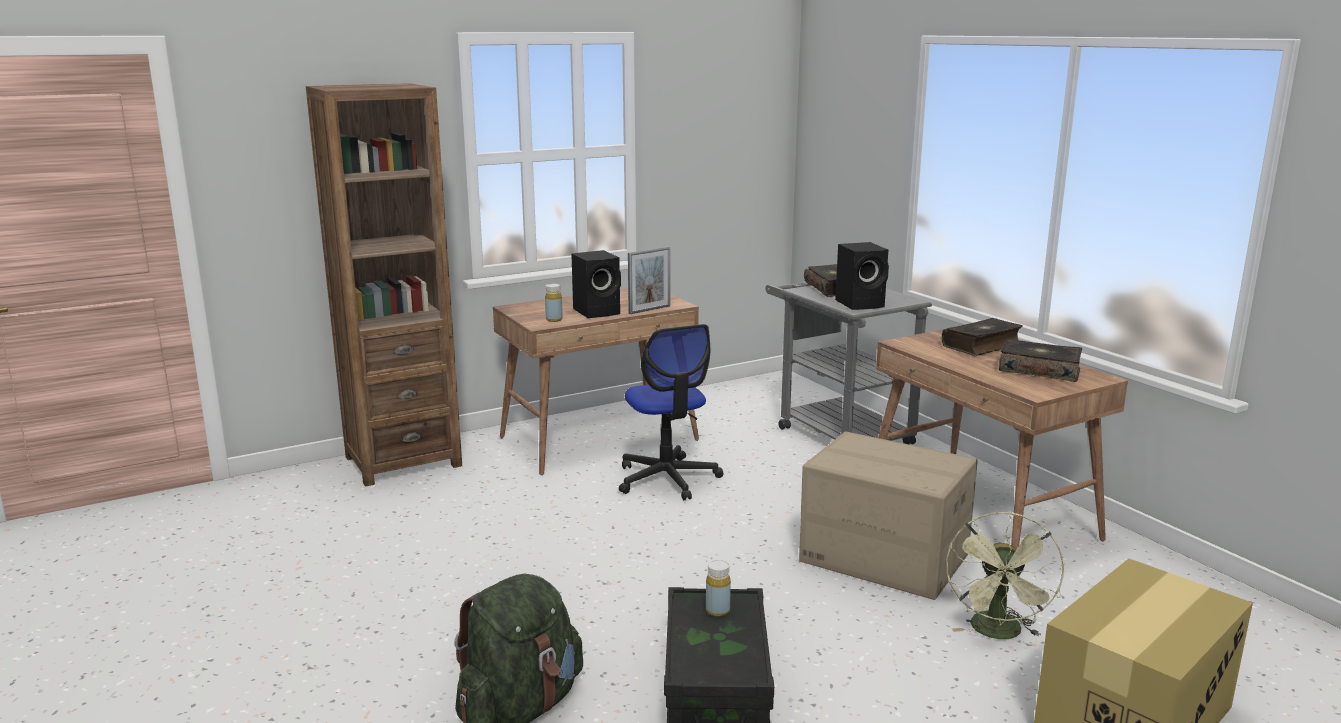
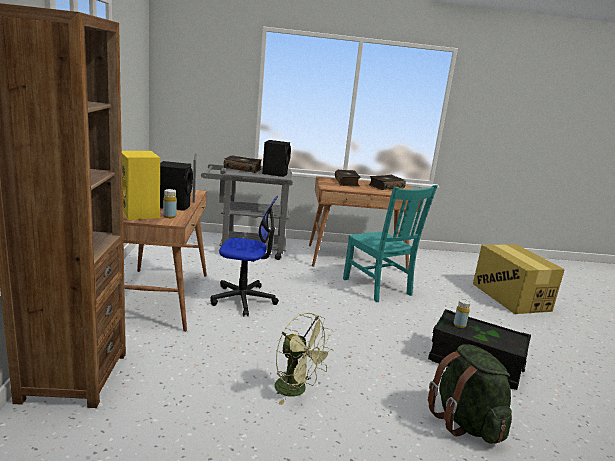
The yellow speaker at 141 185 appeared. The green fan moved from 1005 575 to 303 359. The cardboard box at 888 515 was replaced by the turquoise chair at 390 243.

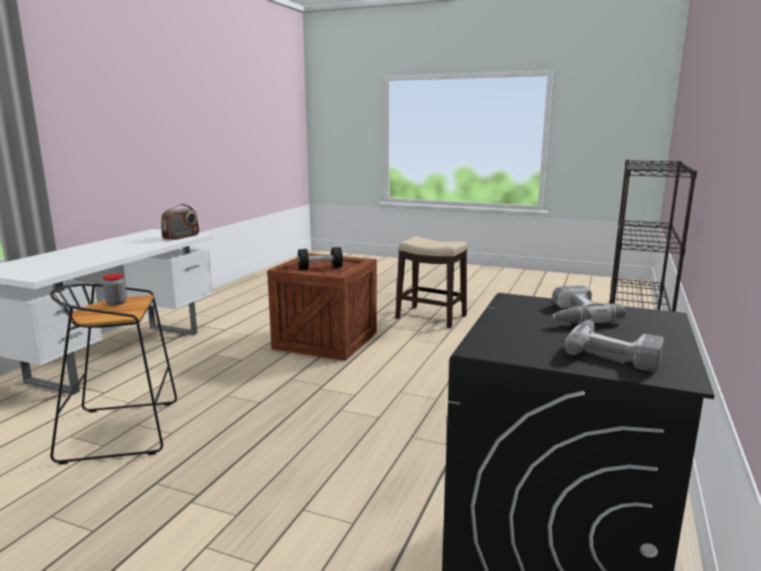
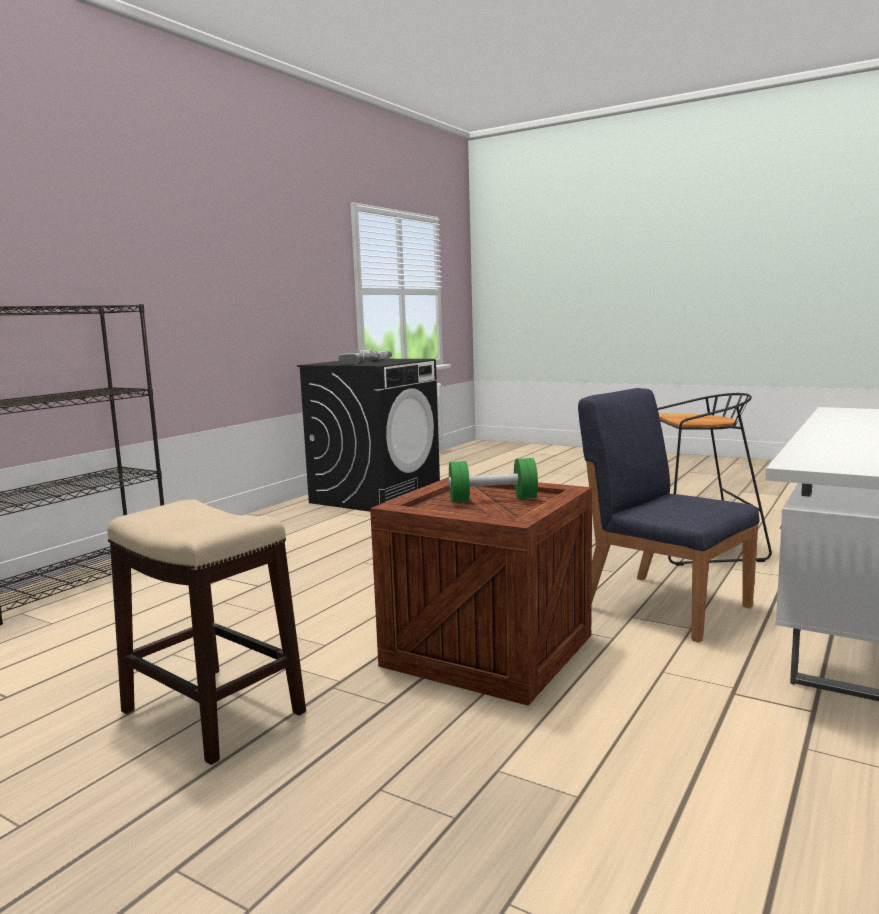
The jar at 115 290 disappeared. The radio at 180 222 disappeared. The blue chair at 669 515 appeared. The black dumbbell at 320 258 became the green dumbbell at 493 480.

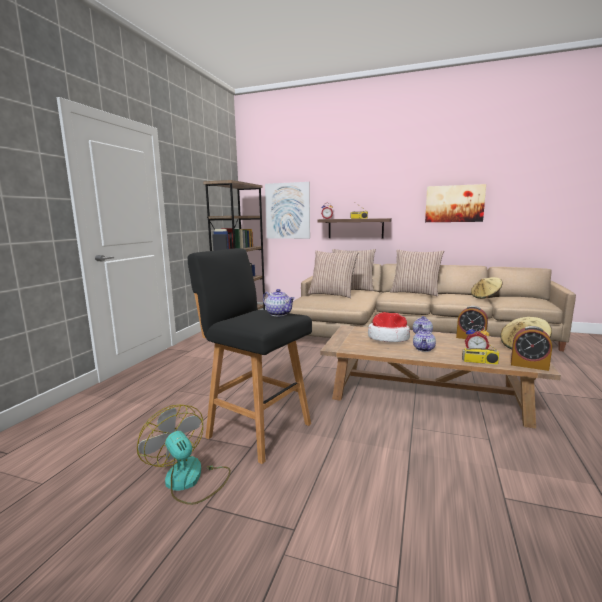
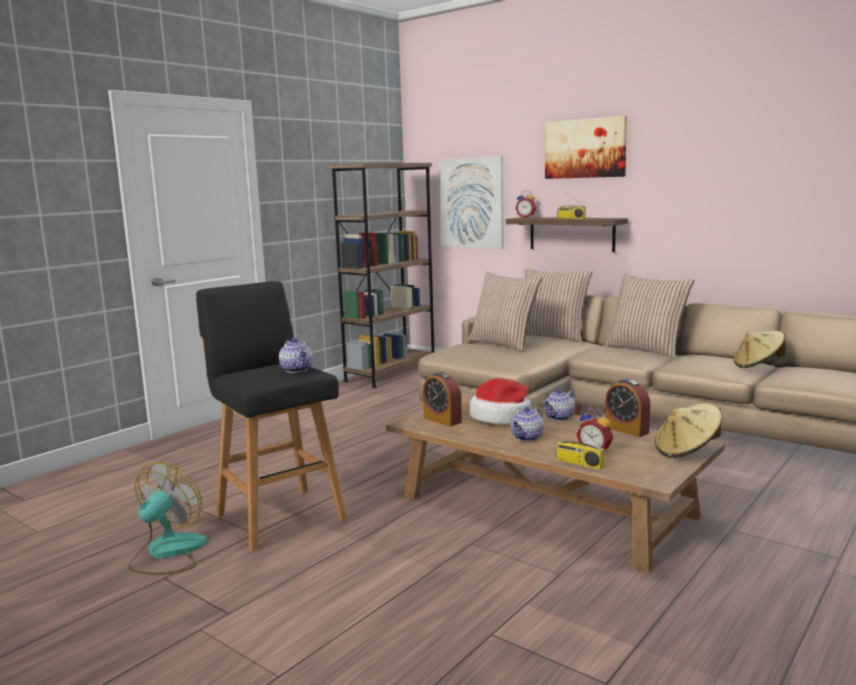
The picture moved from 455 203 to 586 147. The alarm clock moved from 531 348 to 442 399. The fan at 184 454 turned 45 degrees clockwise.

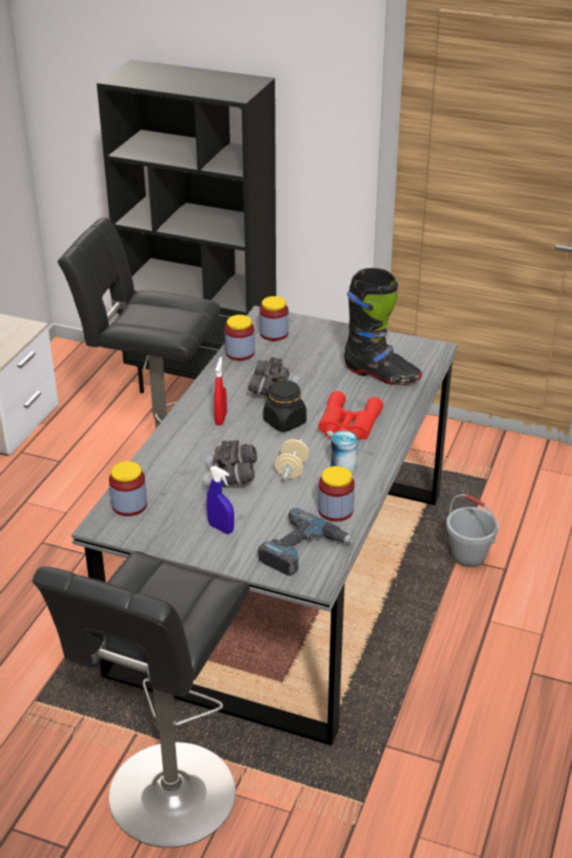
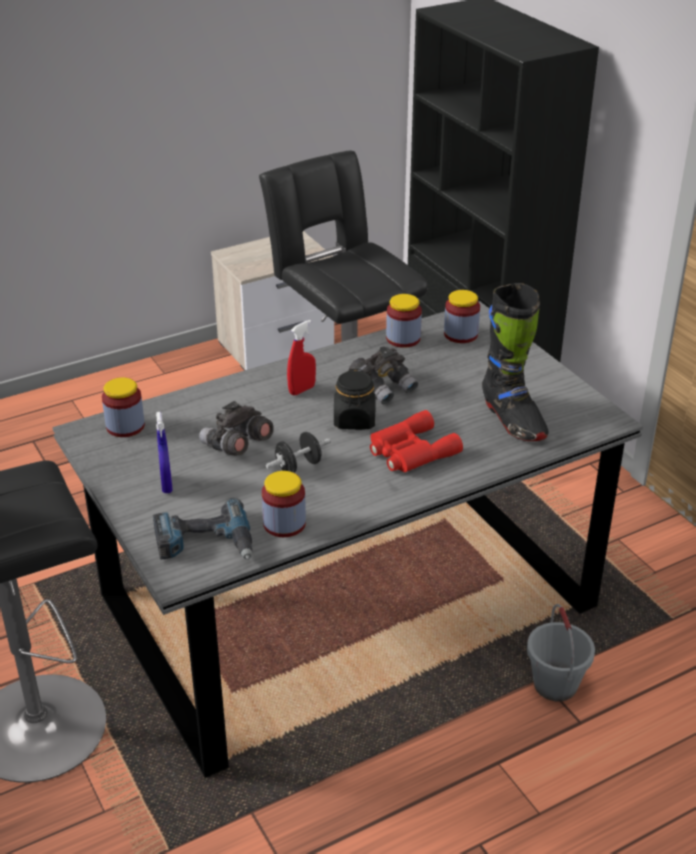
The can at 344 451 disappeared. The beige dumbbell at 292 459 became the black dumbbell at 298 452.

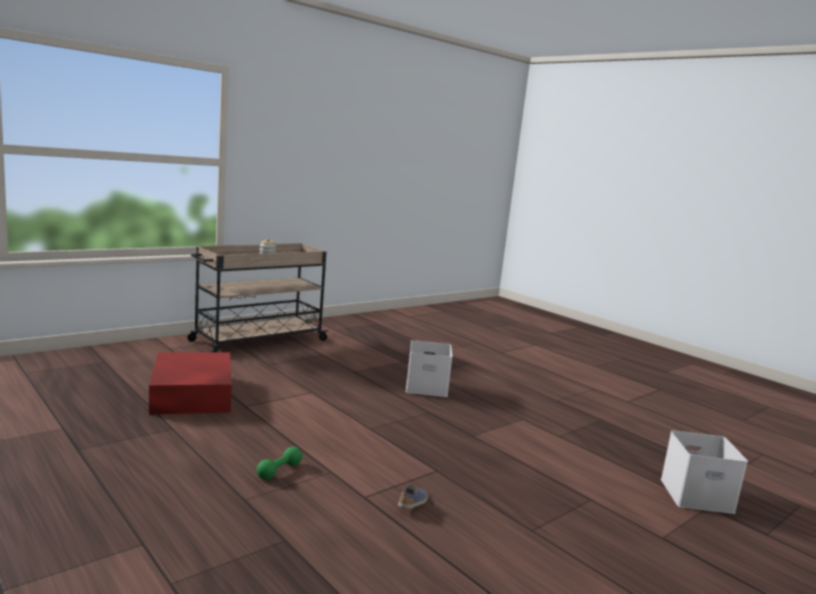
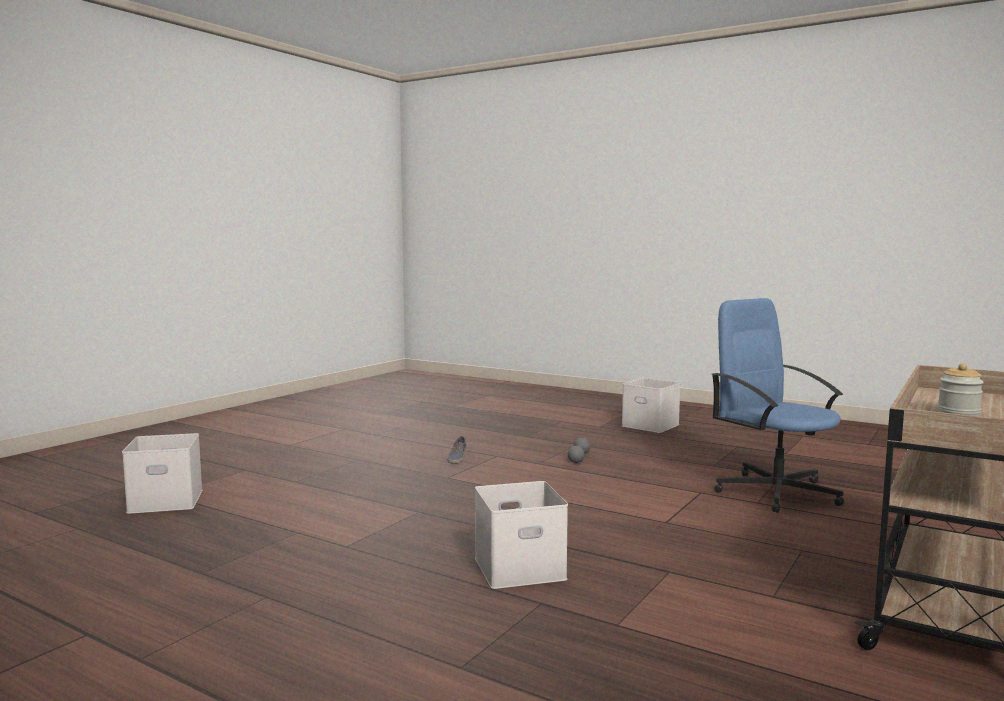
The white storage box at 651 405 appeared. The red storage box at 190 383 was replaced by the blue office chair at 778 405. The green dumbbell at 279 463 became the grey dumbbell at 578 450.

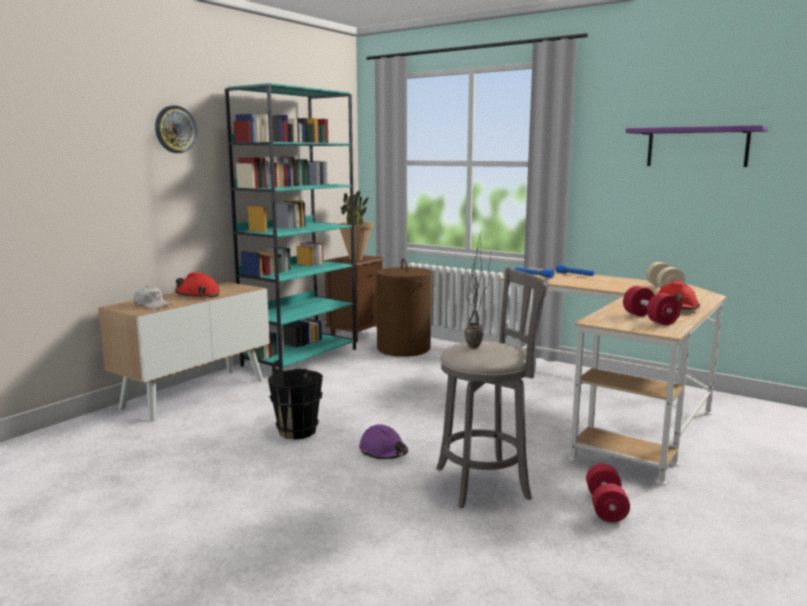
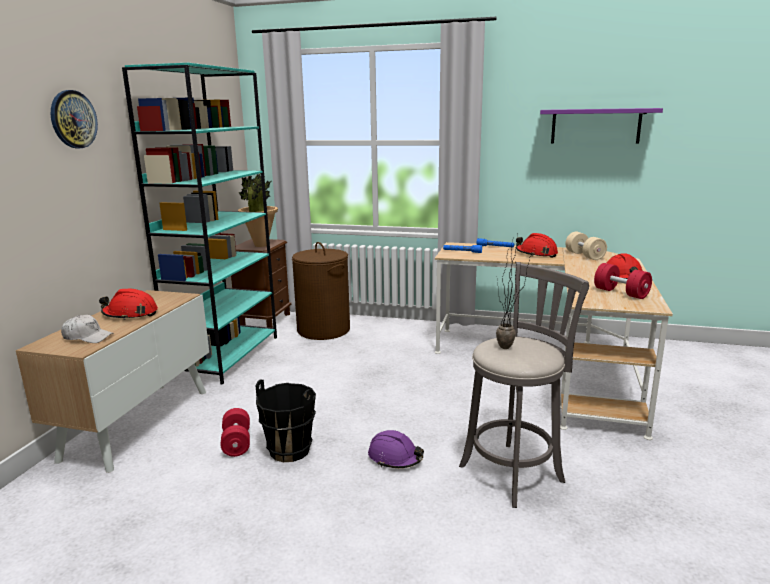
The red hard hat at 537 245 appeared. The red dumbbell moved from 608 493 to 235 432.

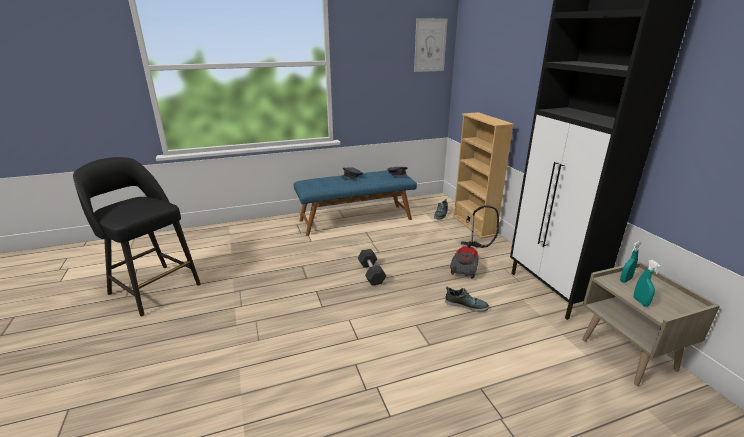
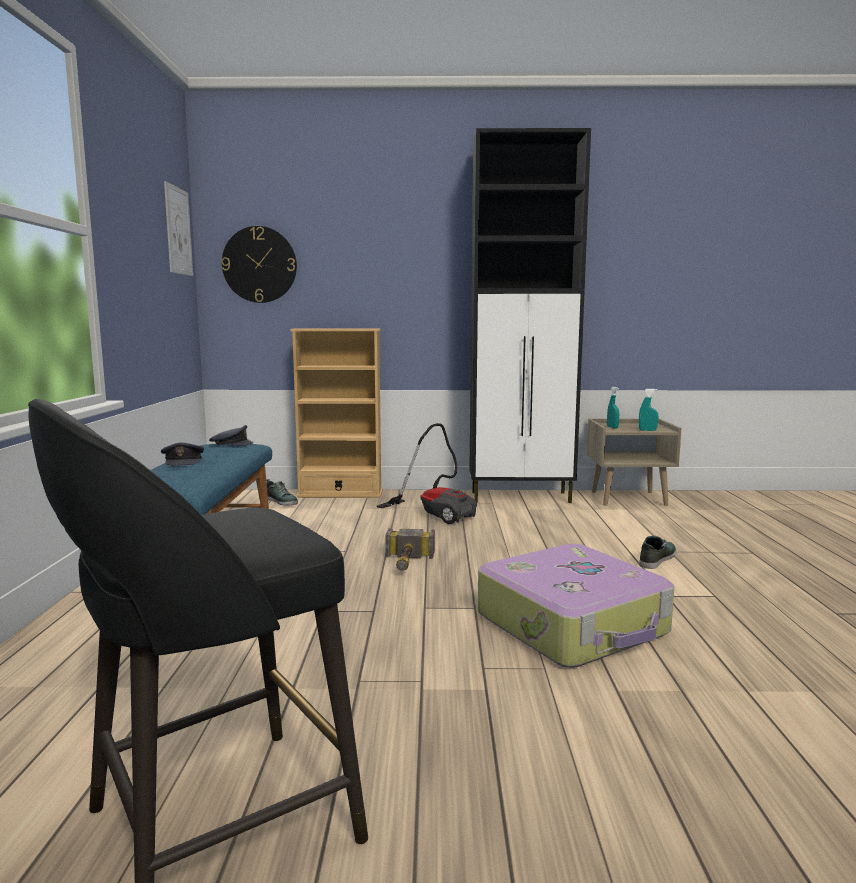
The wall clock at 259 264 appeared. The suitcase at 576 606 appeared. The shoe moved from 467 299 to 657 552. The grey dumbbell at 372 267 was replaced by the hammer at 410 549.

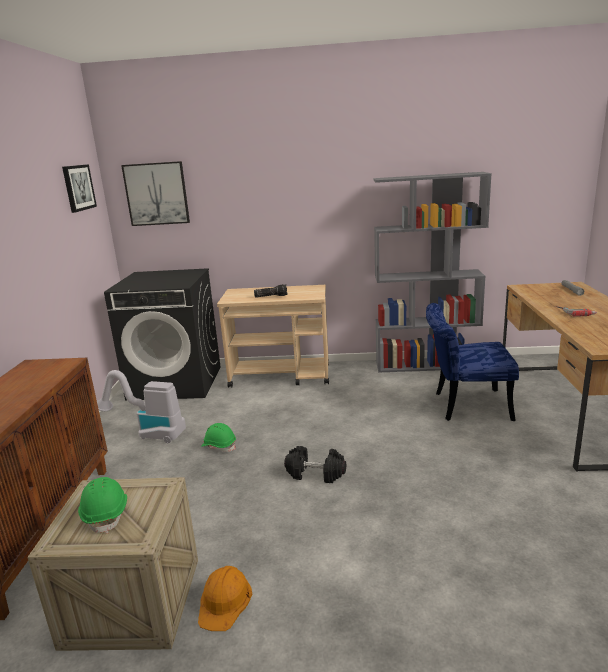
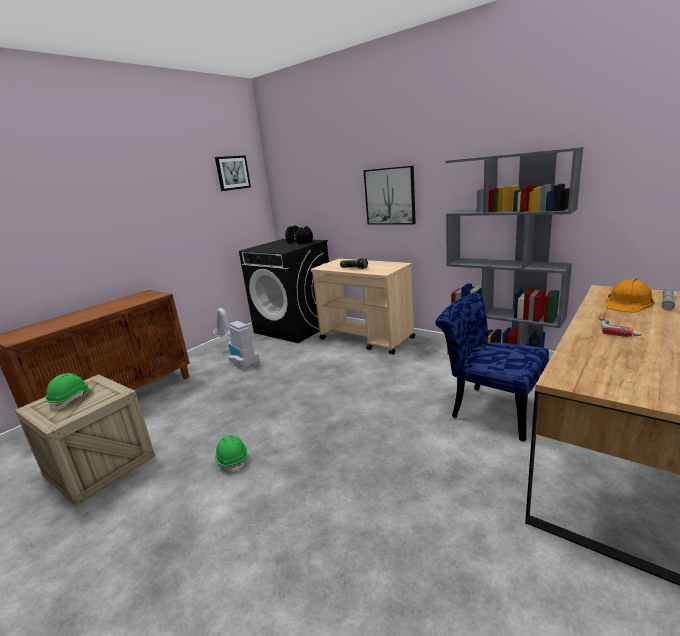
The picture moved from 155 193 to 389 195. The orange hard hat moved from 225 598 to 630 295. The green hard hat moved from 218 437 to 231 453. The black dumbbell moved from 315 464 to 299 235.

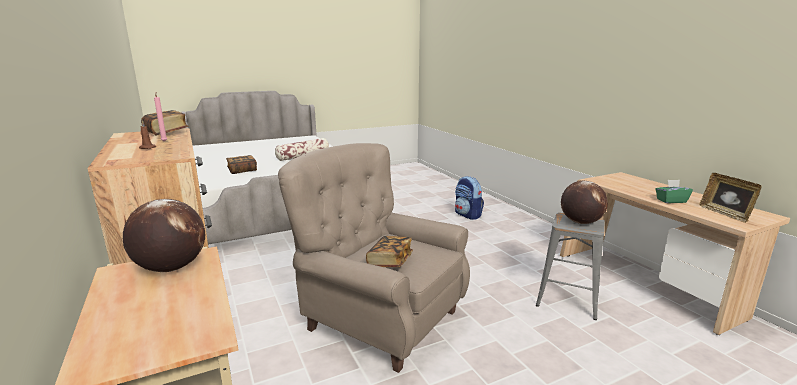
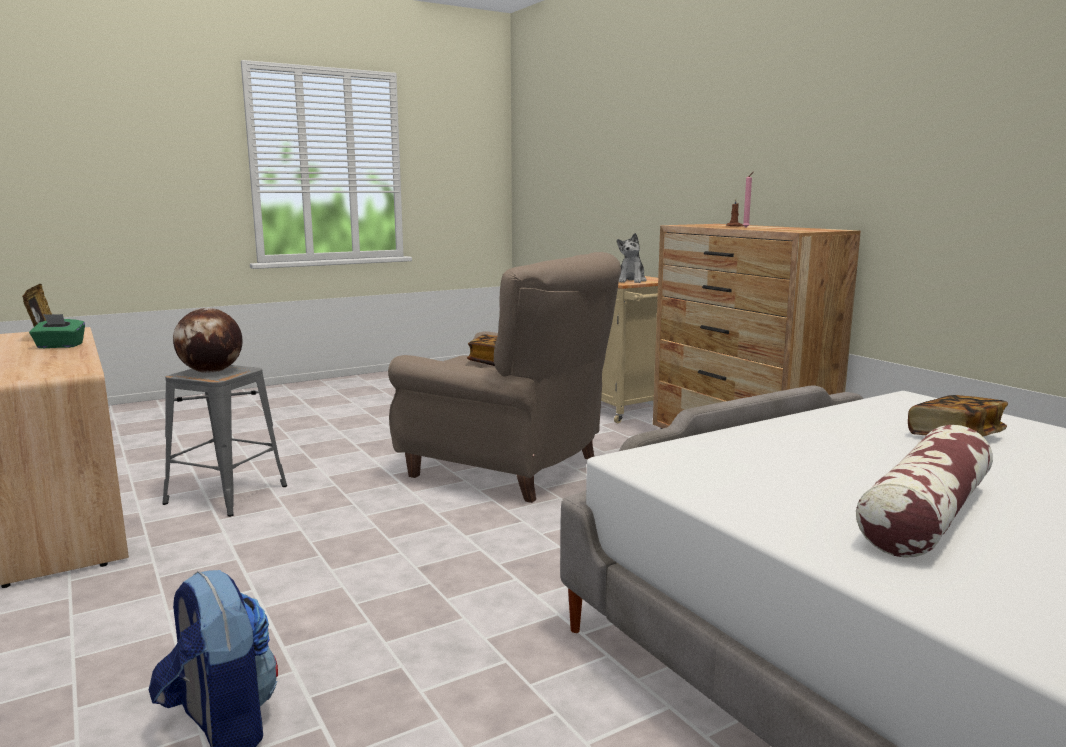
The book at 165 123 disappeared. The globe at 164 235 was replaced by the plush toy at 632 258.

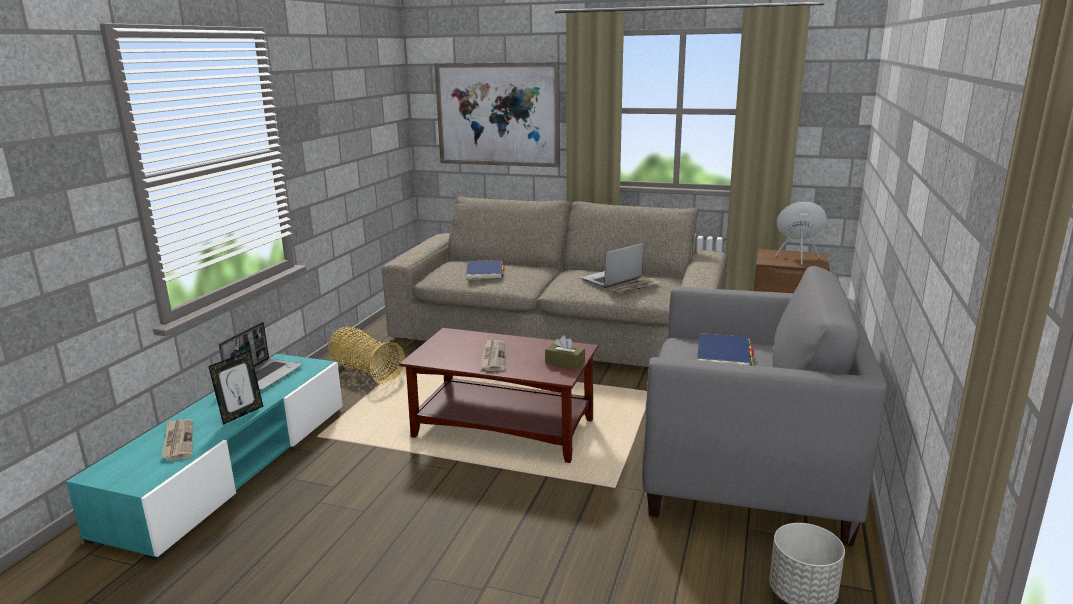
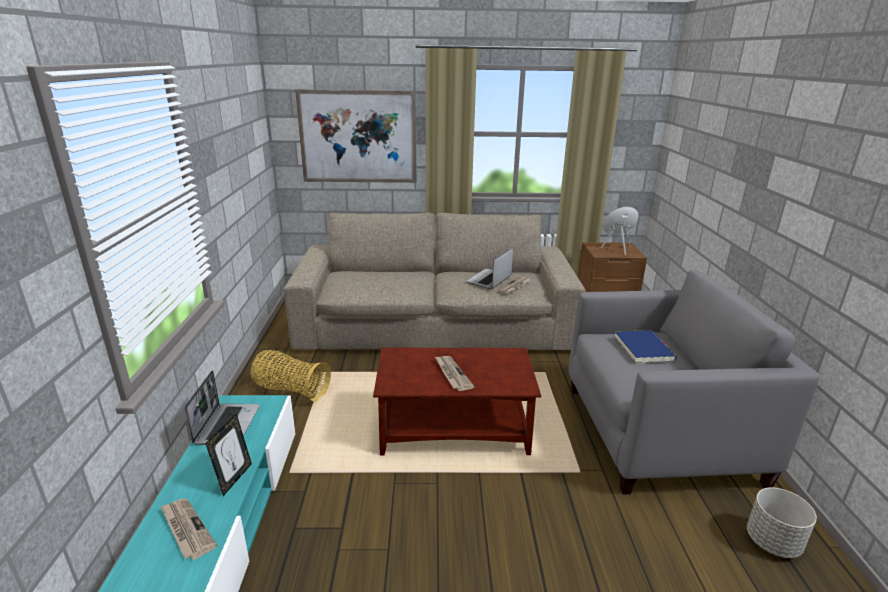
The blue book at 485 270 disappeared. The brown tissue box at 565 352 disappeared.

